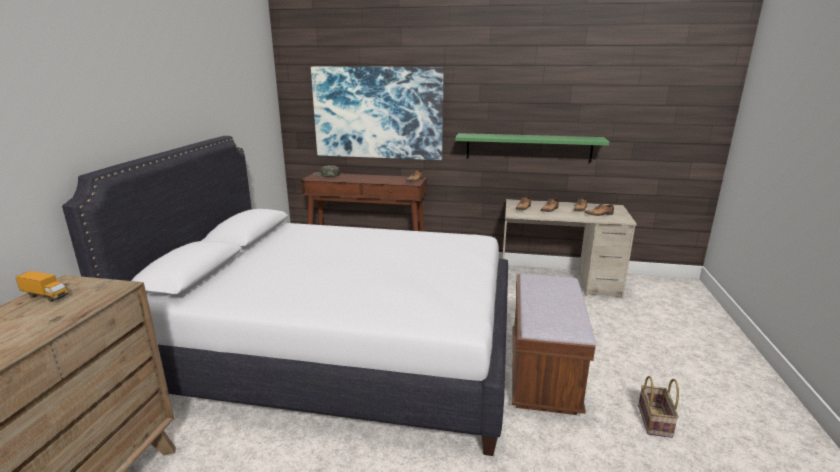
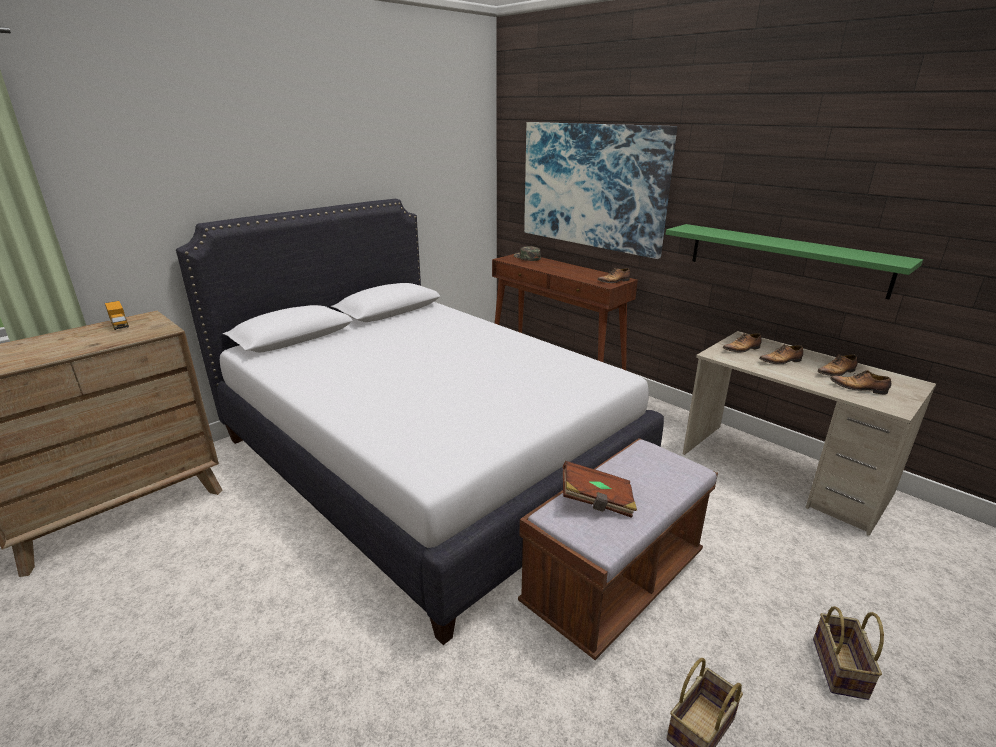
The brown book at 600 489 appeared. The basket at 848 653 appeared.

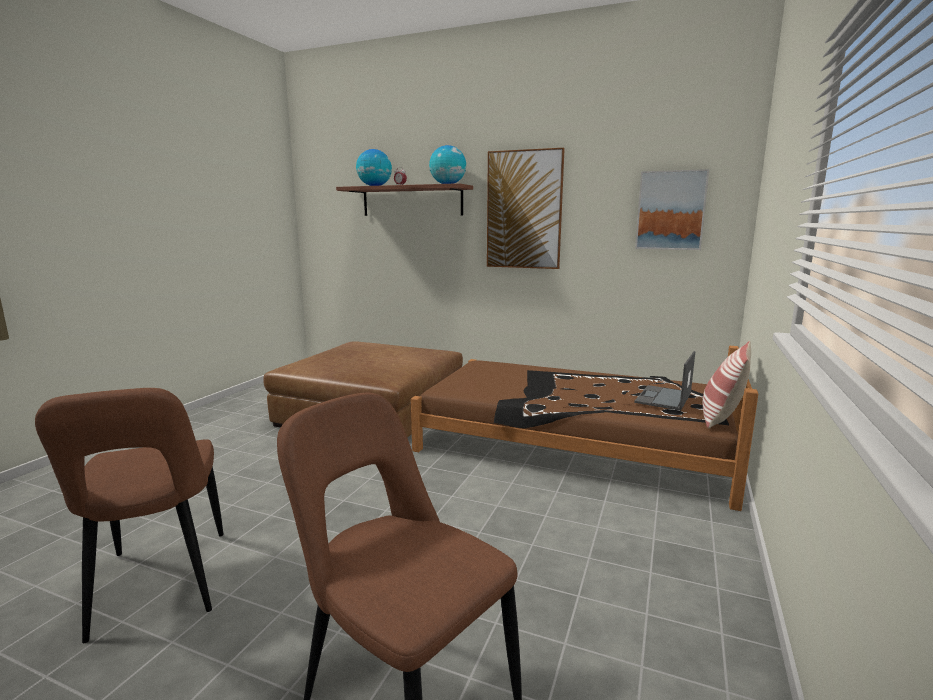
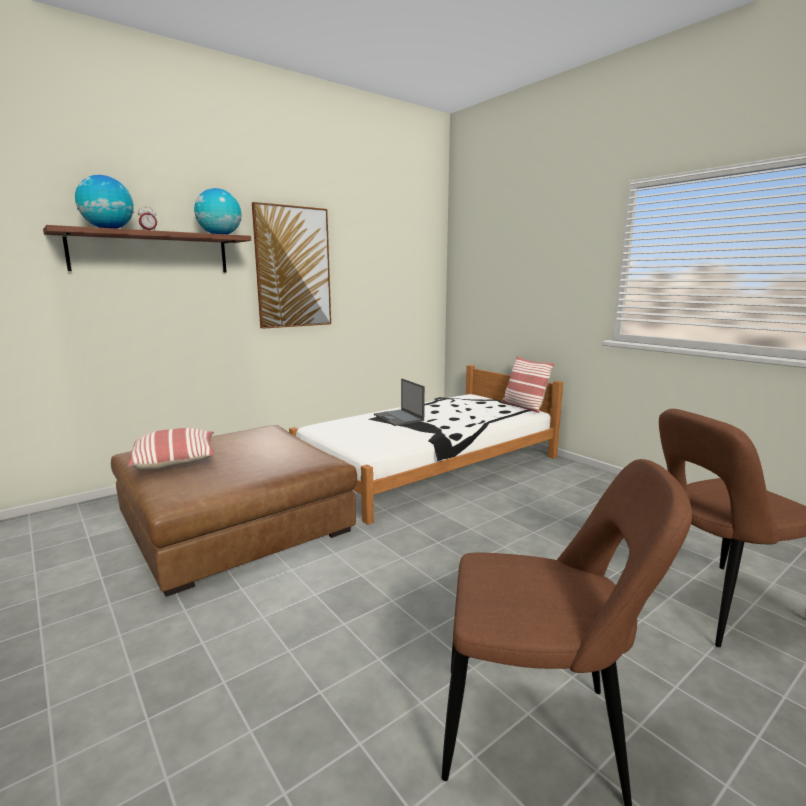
The picture at 672 209 disappeared. The pillow at 171 449 appeared. The laptop moved from 664 381 to 399 402. The brown bed at 585 428 became the white bed at 426 445.

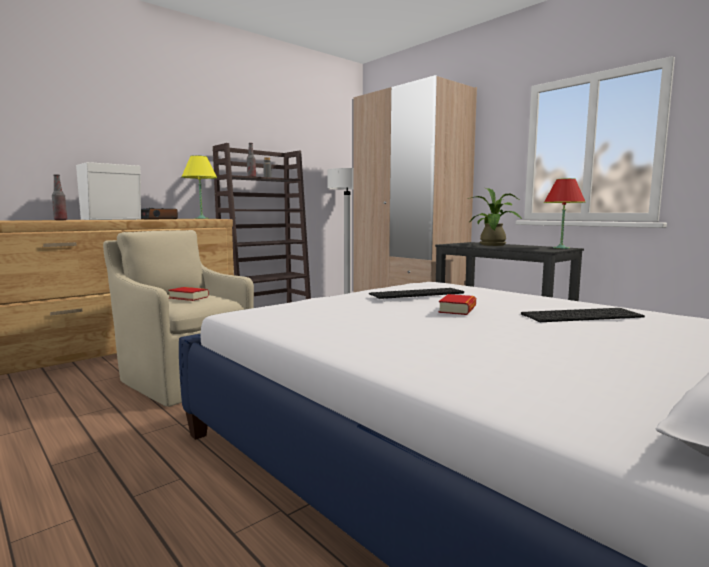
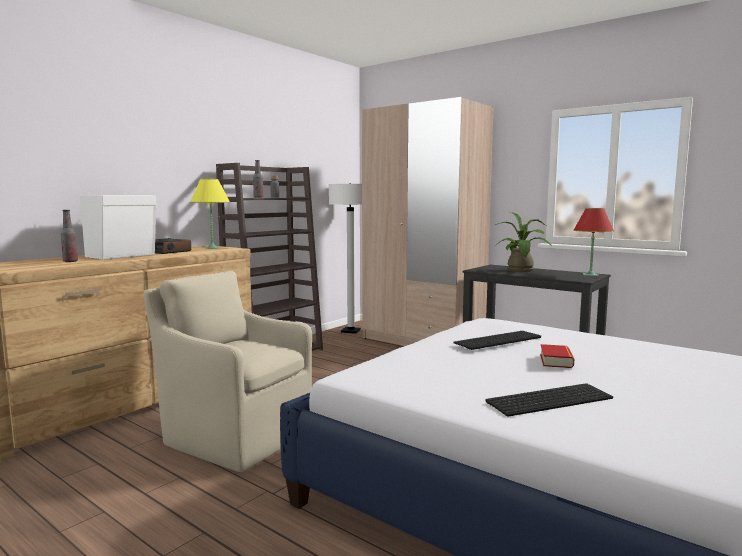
The book at 188 294 disappeared. The keyboard moved from 583 315 to 549 400.

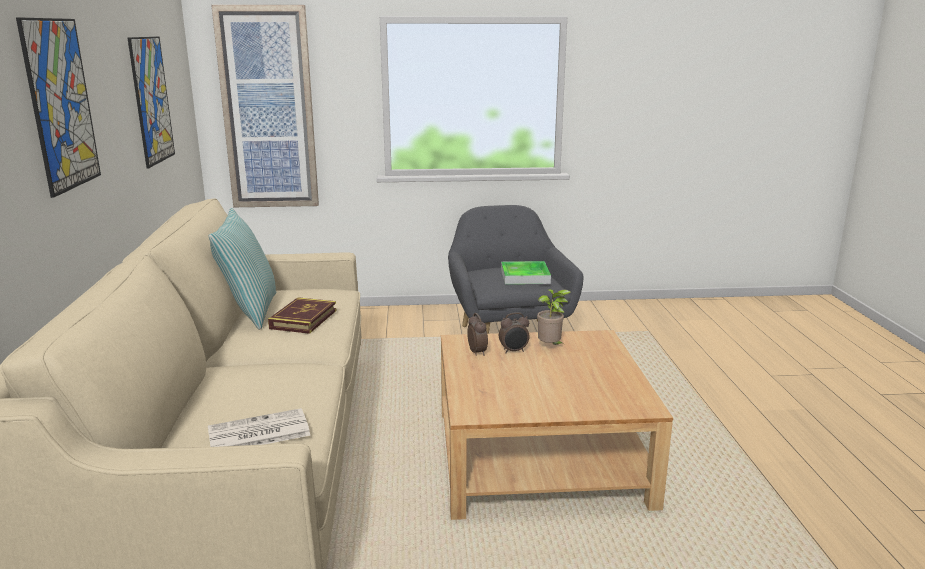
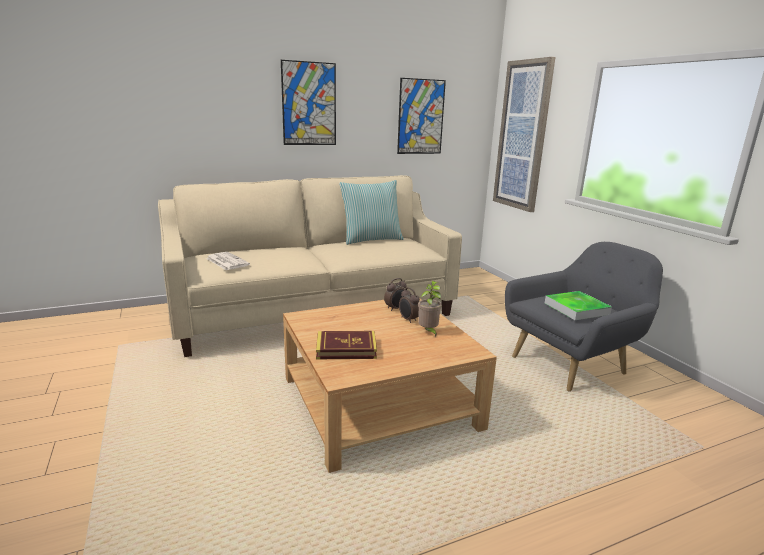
The book moved from 302 315 to 346 345.

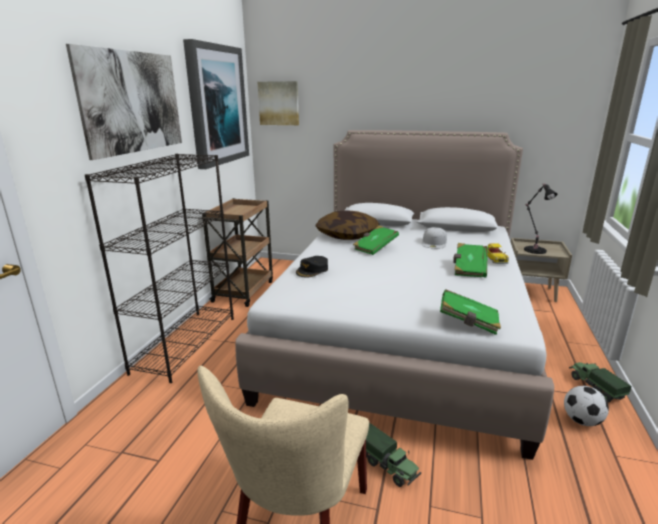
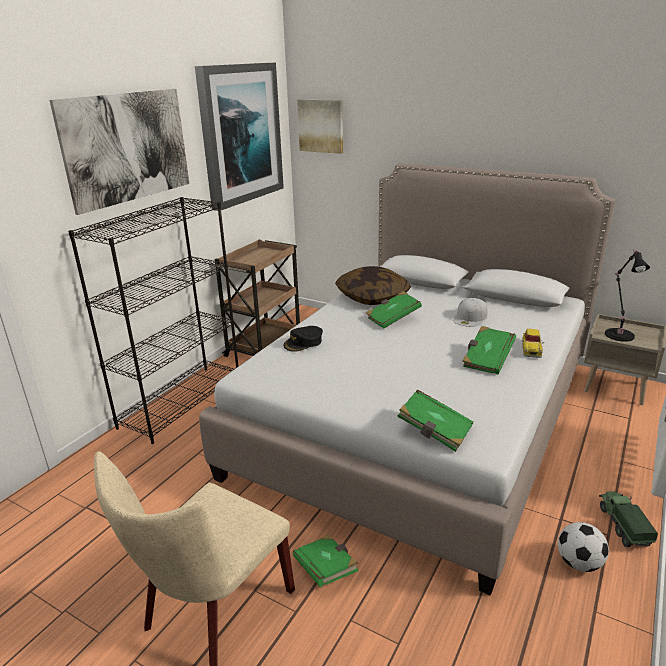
The toy truck at 393 455 was replaced by the green book at 325 560.

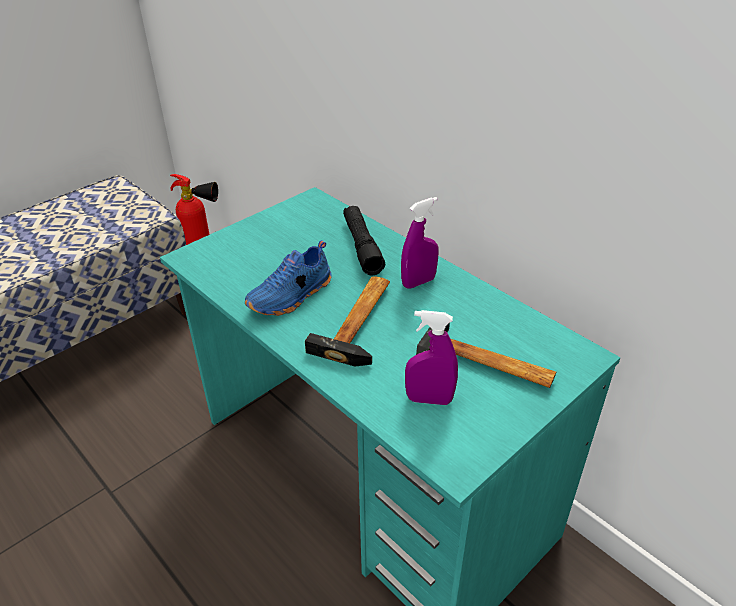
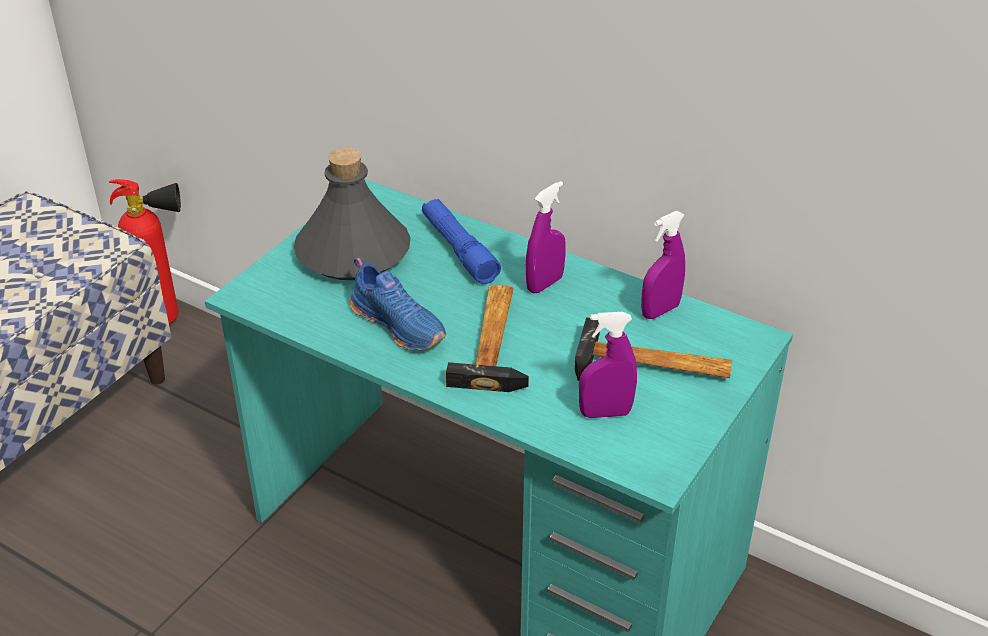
The grey bottle at 352 214 appeared. The purple spray bottle at 663 265 appeared. The black flashlight at 364 240 became the blue flashlight at 461 241. The blue shoe at 288 278 turned 75 degrees counterclockwise.

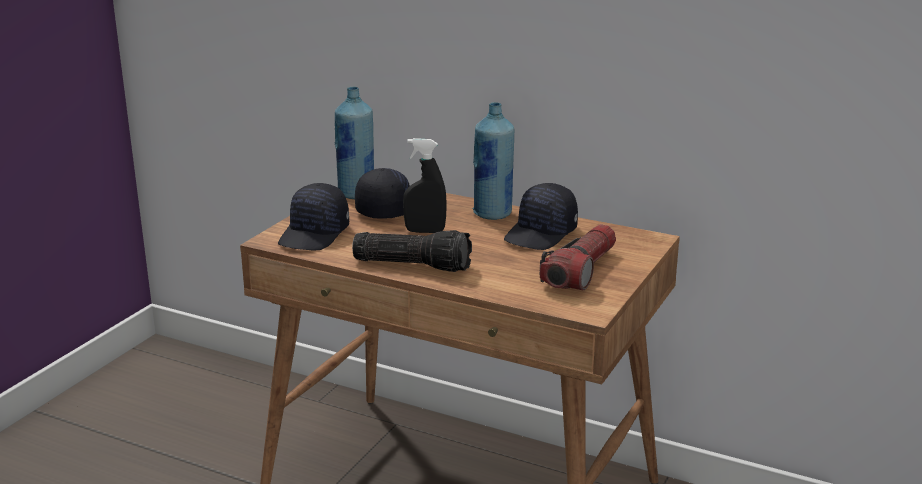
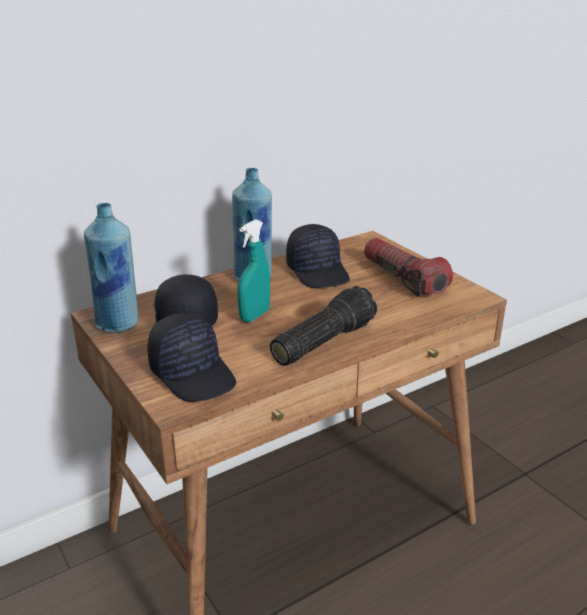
The black spray bottle at 425 185 became the turquoise spray bottle at 253 270.

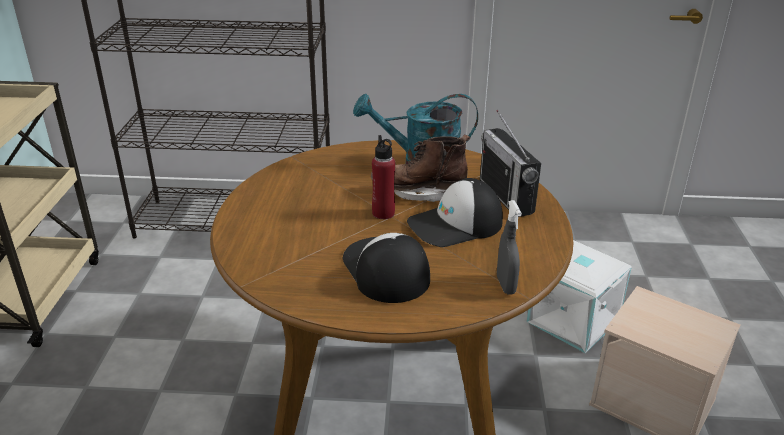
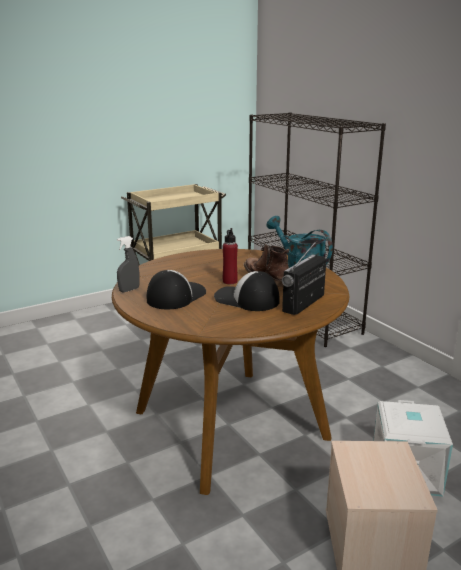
The grey spray bottle moved from 509 247 to 128 264.

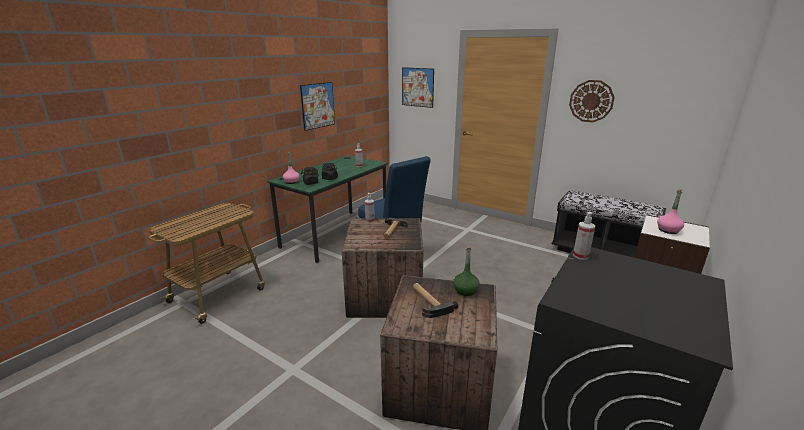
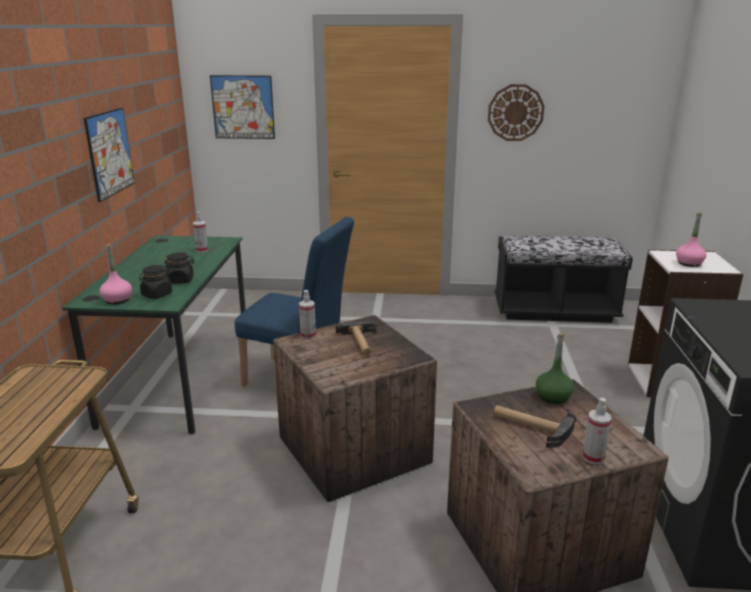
The spray bottle moved from 584 236 to 597 431.

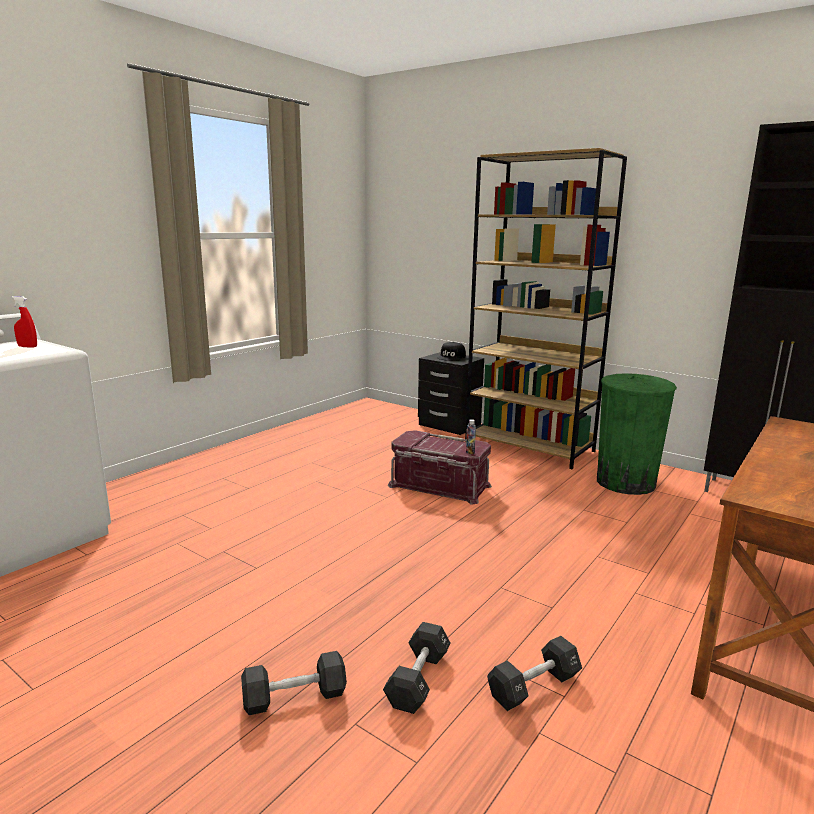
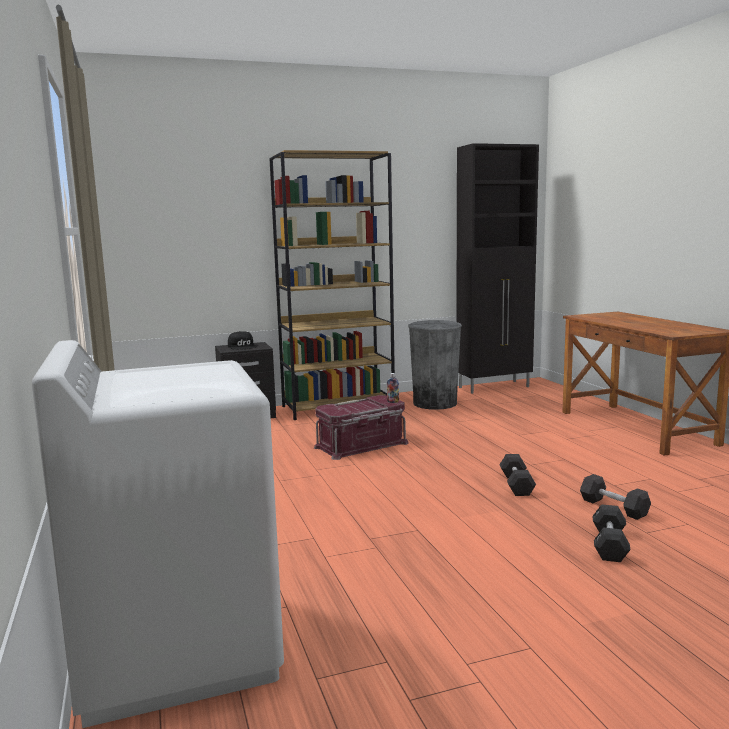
The red spray bottle at 24 322 disappeared. The black dumbbell moved from 534 673 to 517 475. The green trash can at 637 434 became the grey trash can at 435 365.

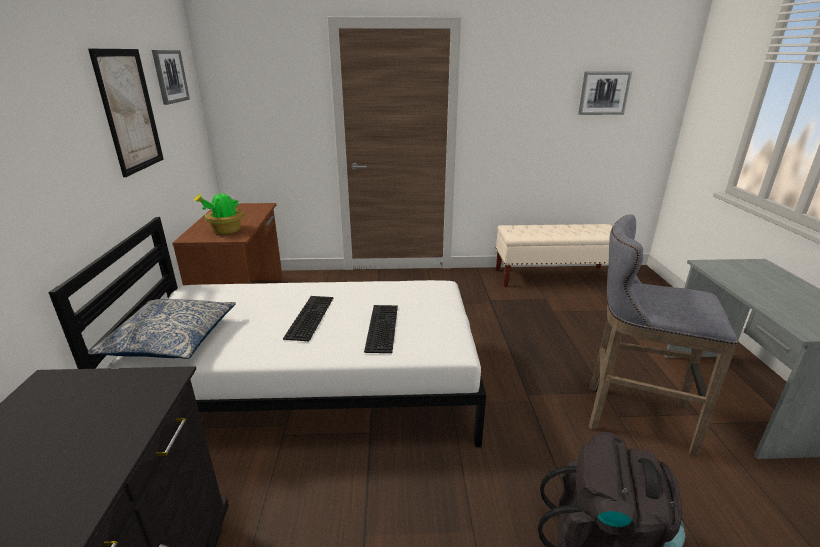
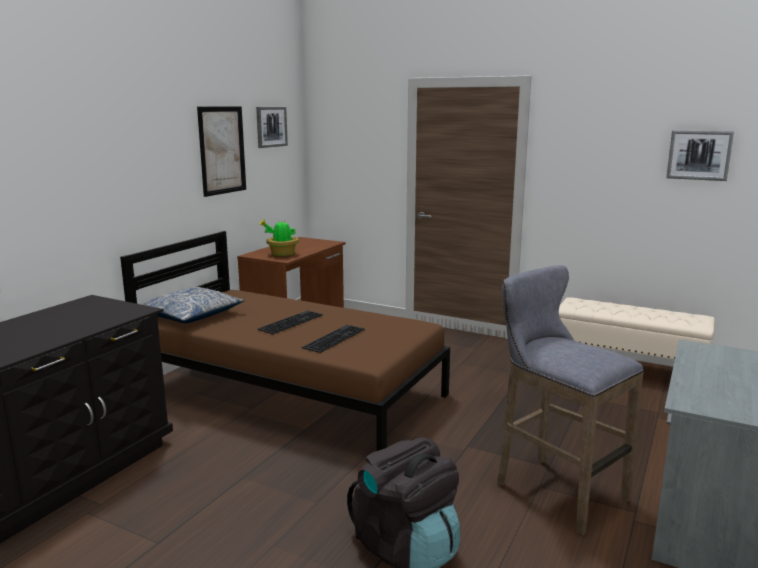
The white bed at 267 332 became the brown bed at 285 341.

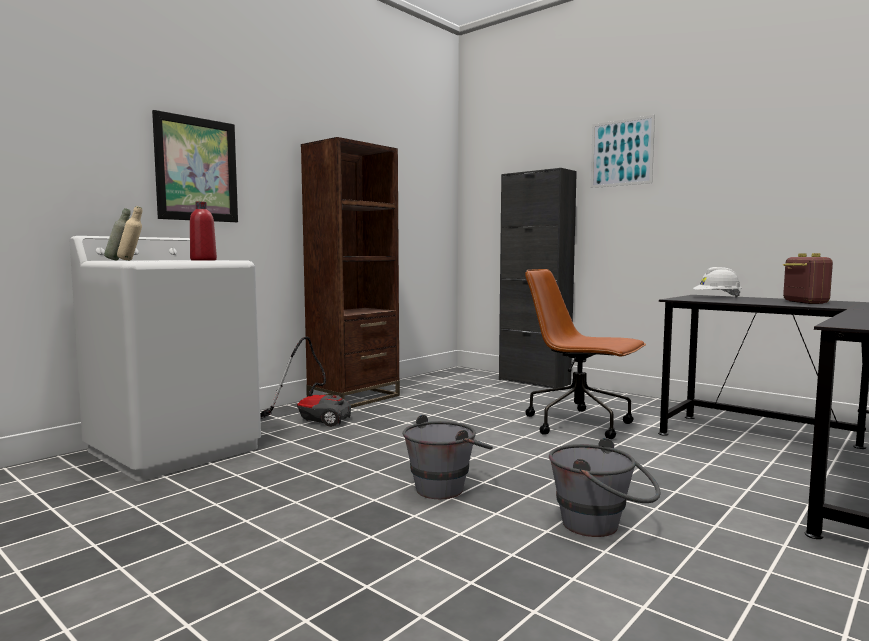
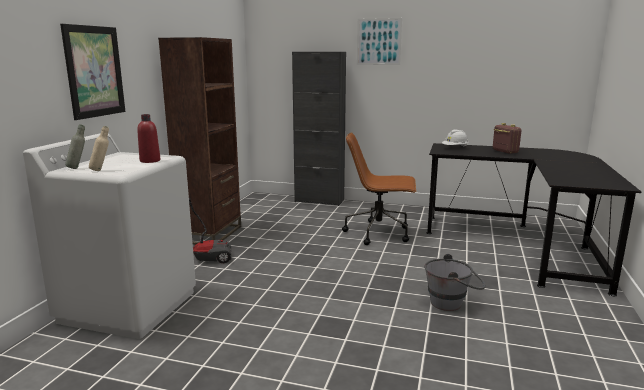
The grey bucket at 448 457 disappeared.

